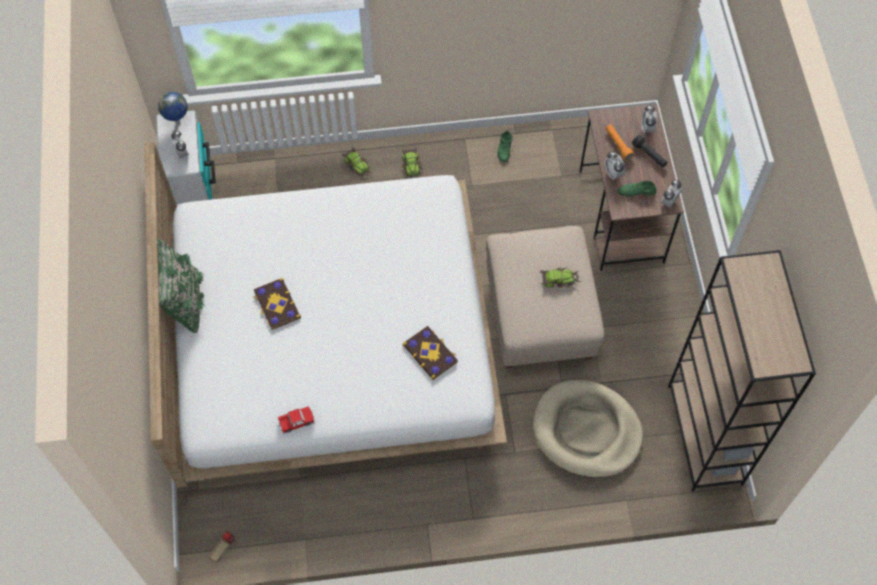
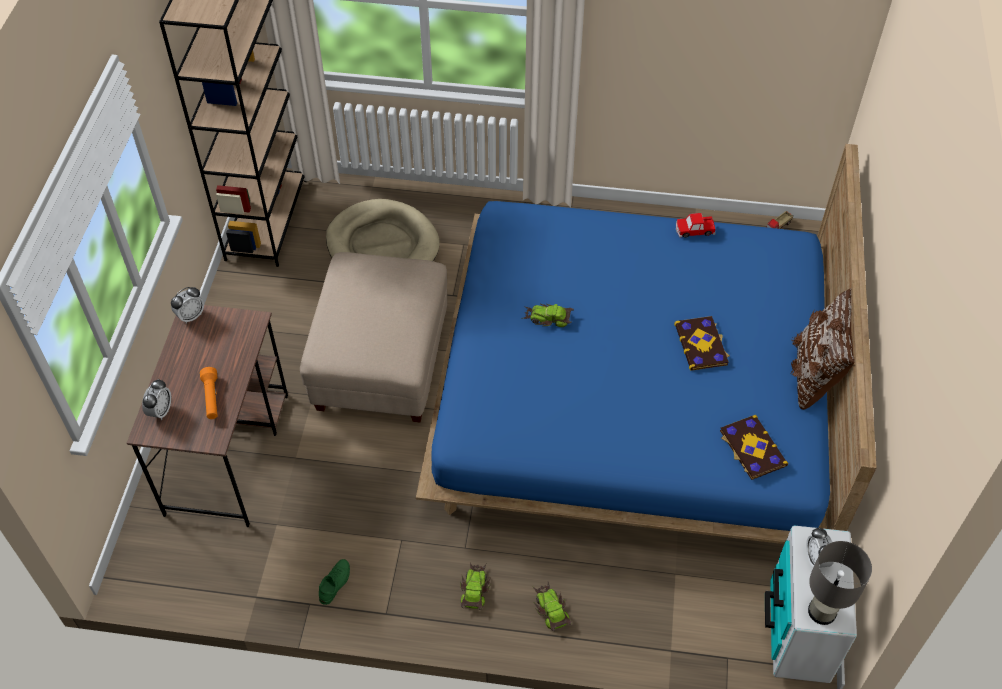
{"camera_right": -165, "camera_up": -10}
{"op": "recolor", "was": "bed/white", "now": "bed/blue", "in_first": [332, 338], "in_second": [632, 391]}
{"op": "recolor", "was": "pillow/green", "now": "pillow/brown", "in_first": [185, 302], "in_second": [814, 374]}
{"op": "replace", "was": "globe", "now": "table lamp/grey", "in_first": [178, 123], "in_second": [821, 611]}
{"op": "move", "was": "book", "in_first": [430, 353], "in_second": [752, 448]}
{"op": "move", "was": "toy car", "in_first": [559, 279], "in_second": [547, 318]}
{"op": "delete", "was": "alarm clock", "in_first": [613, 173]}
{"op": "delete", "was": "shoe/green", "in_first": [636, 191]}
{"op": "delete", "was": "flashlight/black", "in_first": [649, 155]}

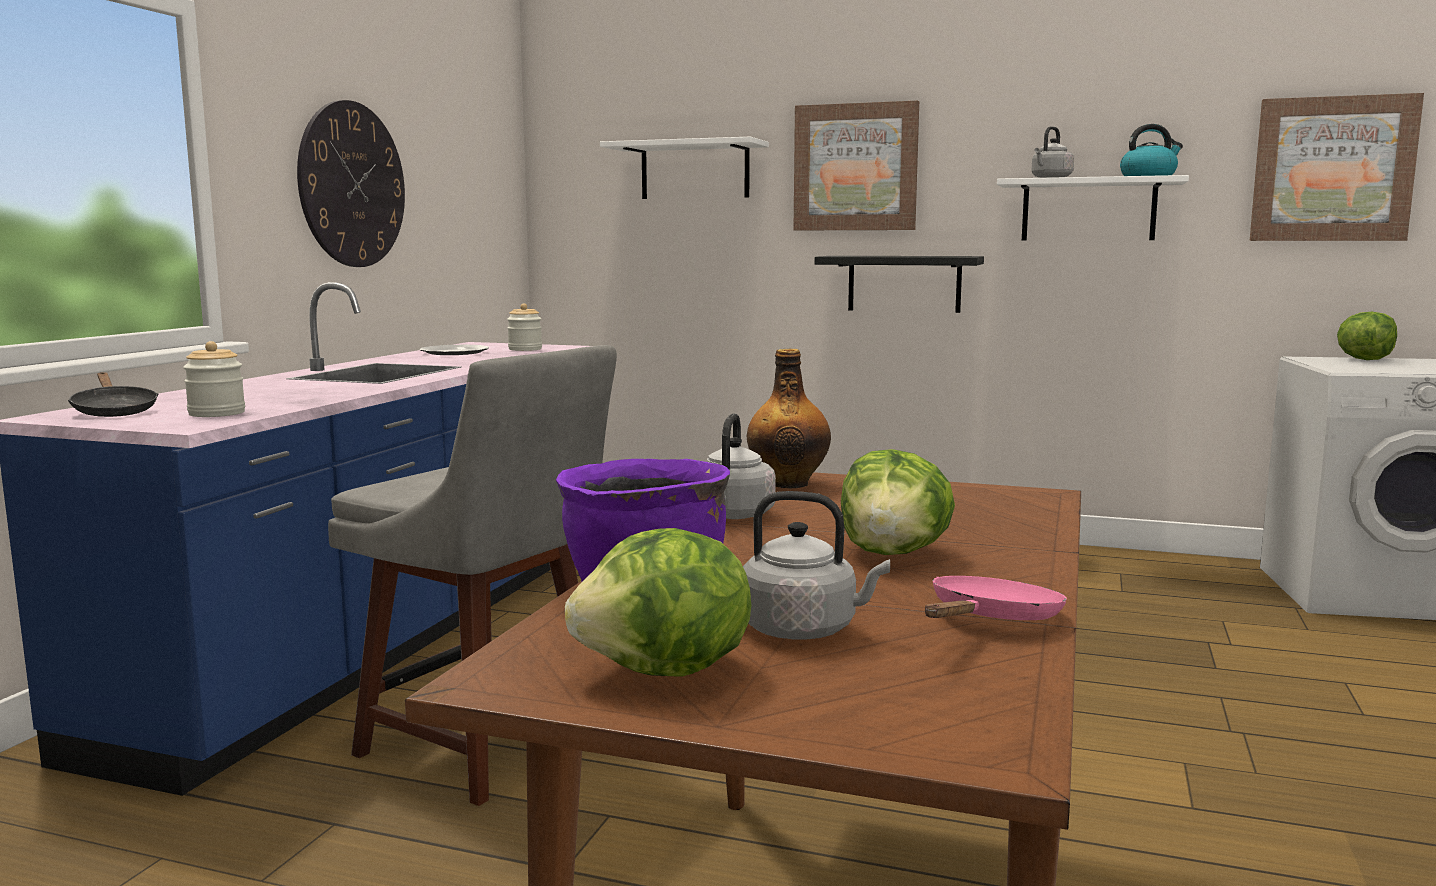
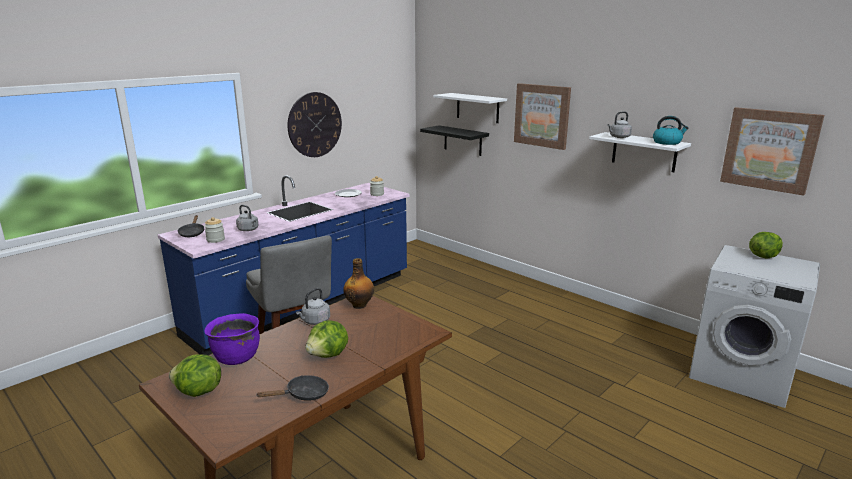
{"camera_right": 25, "camera_up": 10}
{"op": "move", "was": "kettle/grey", "in_first": [804, 630], "in_second": [249, 229]}
{"op": "move", "was": "shelf/black", "in_first": [904, 283], "in_second": [462, 140]}
{"op": "recolor", "was": "frying pan/pink", "now": "frying pan/black", "in_first": [991, 620], "in_second": [303, 395]}

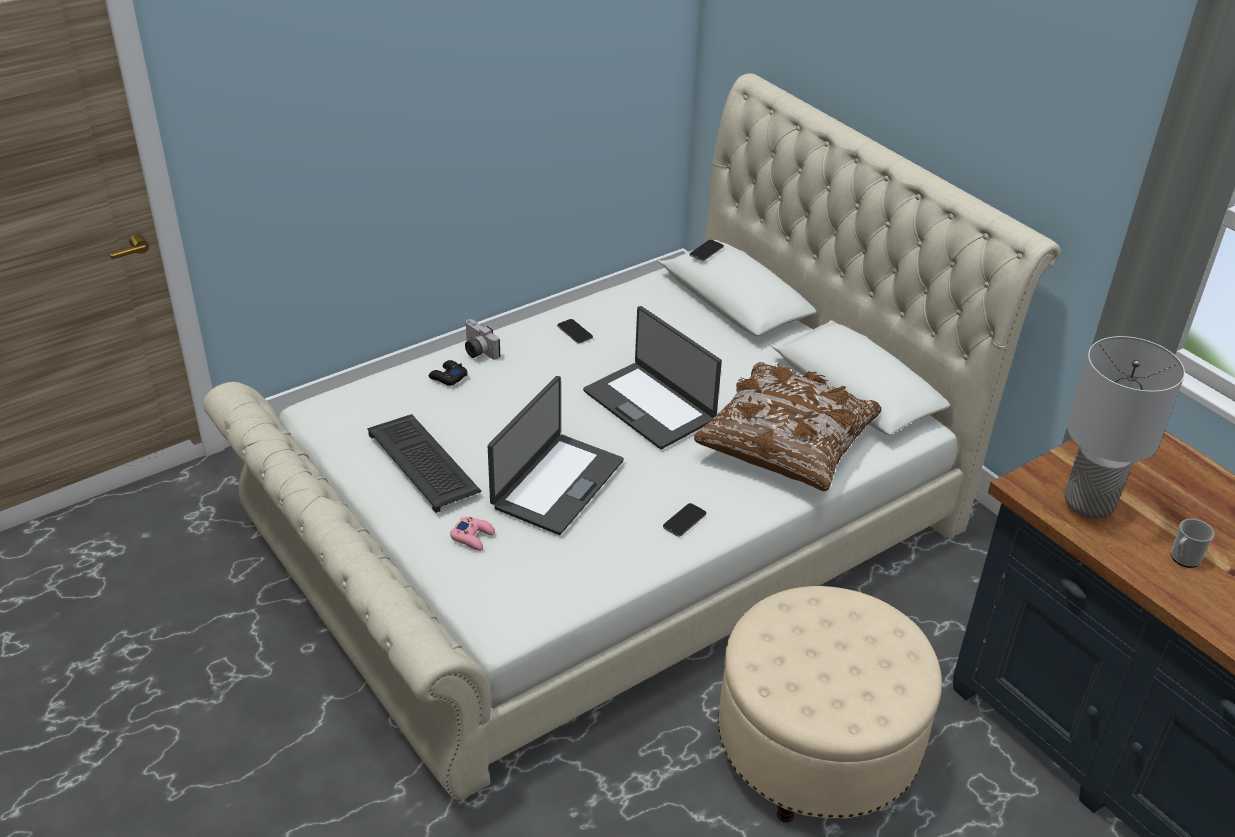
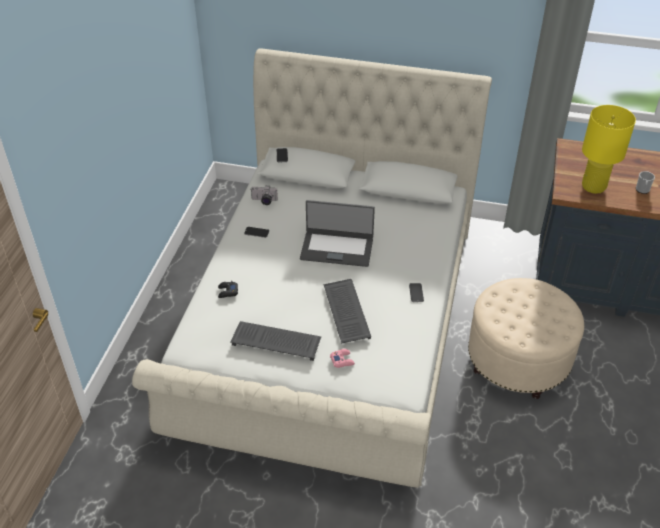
{"camera_right": -40, "camera_up": 5}
{"op": "move", "was": "photo camera", "in_first": [477, 351], "in_second": [264, 201]}
{"op": "replace", "was": "laptop", "now": "keyboard", "in_first": [556, 483], "in_second": [345, 311]}
{"op": "delete", "was": "pillow/brown", "in_first": [786, 447]}
{"op": "recolor", "was": "table lamp/grey", "now": "table lamp/yellow", "in_first": [1087, 507], "in_second": [593, 188]}

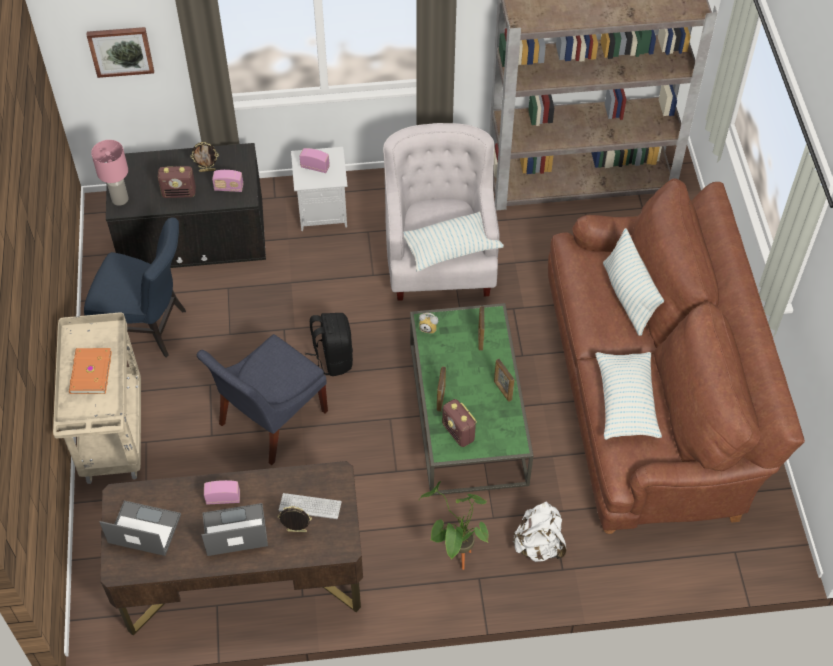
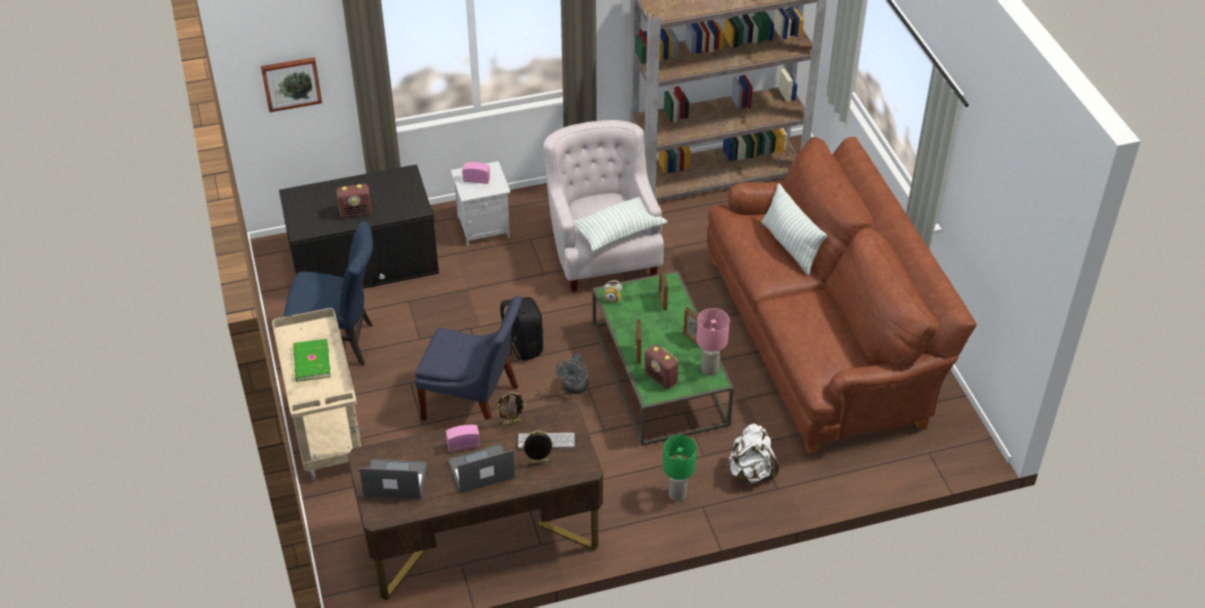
{"camera_right": -10, "camera_up": -10}
{"op": "recolor", "was": "book/orange", "now": "book/green", "in_first": [89, 373], "in_second": [311, 362]}
{"op": "move", "was": "table lamp/pink", "in_first": [119, 199], "in_second": [709, 370]}
{"op": "move", "was": "picture frame", "in_first": [207, 170], "in_second": [511, 423]}
{"op": "rotate", "was": "chair/blue", "in_first": [269, 420], "in_second": [474, 405], "clockwise": -105}
{"op": "delete", "was": "radio", "in_first": [229, 188]}
{"op": "replace", "was": "potted plant", "now": "table lamp/green", "in_first": [455, 560], "in_second": [677, 495]}
{"op": "delete", "was": "pillow", "in_first": [626, 402]}
{"op": "insert", "now": "fan/grey", "in_second": [574, 388]}

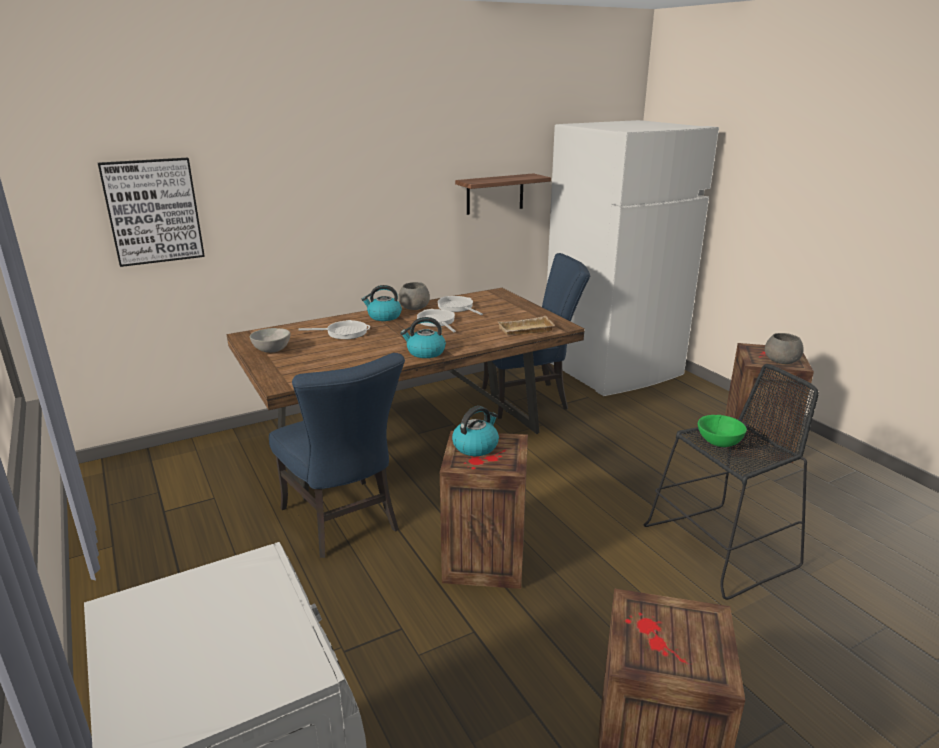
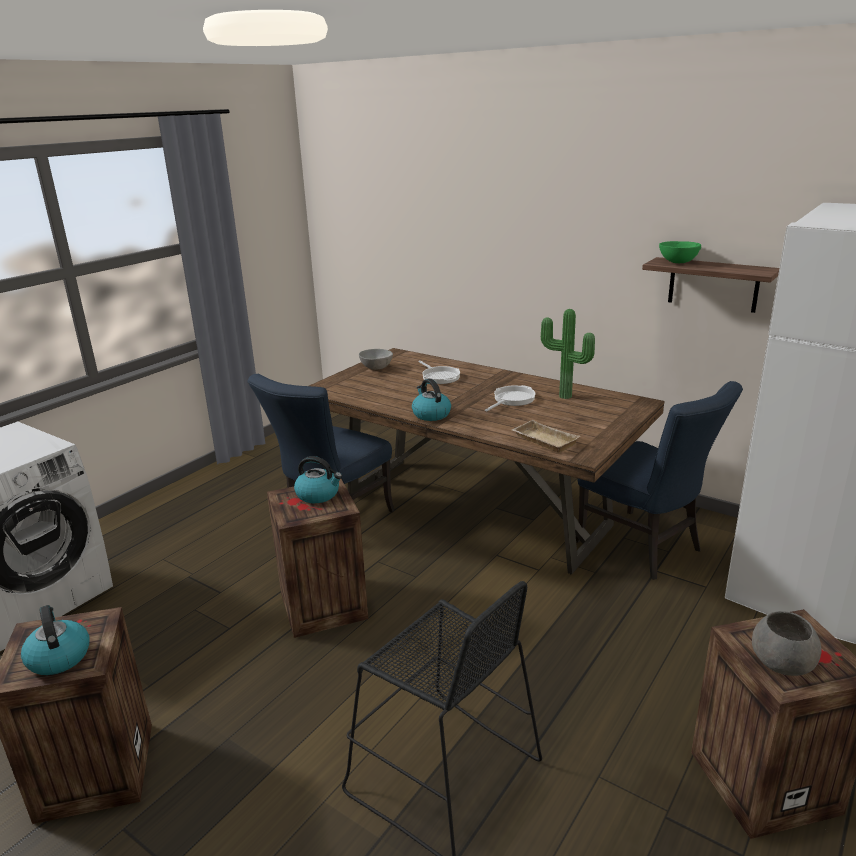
{"camera_right": 65, "camera_up": 0}
{"op": "delete", "was": "picture", "in_first": [153, 211]}
{"op": "move", "was": "kettle", "in_first": [384, 316], "in_second": [58, 657]}
{"op": "delete", "was": "bowl/grey", "in_first": [414, 307]}
{"op": "replace", "was": "frying pan", "now": "potted plant", "in_first": [457, 307], "in_second": [564, 397]}
{"op": "move", "was": "bowl/green", "in_first": [718, 443], "in_second": [677, 262]}

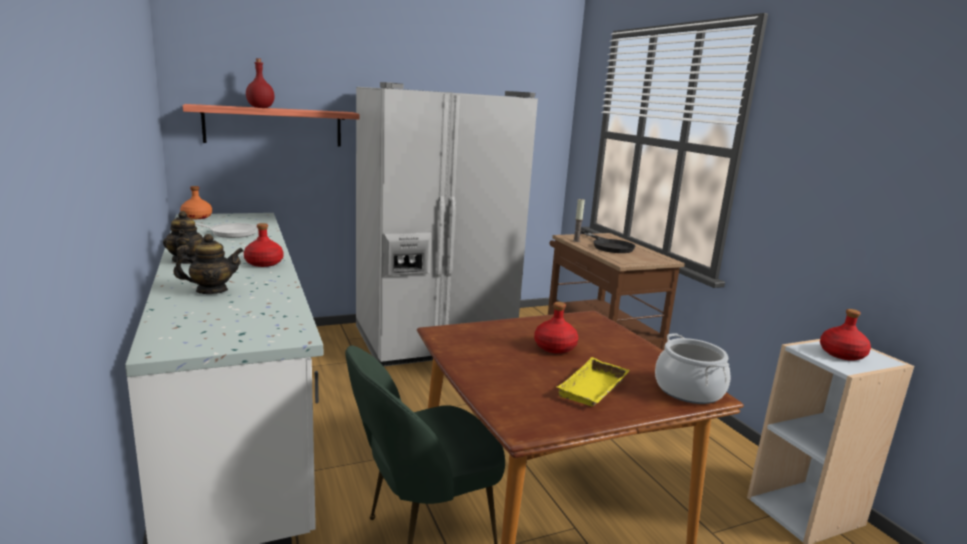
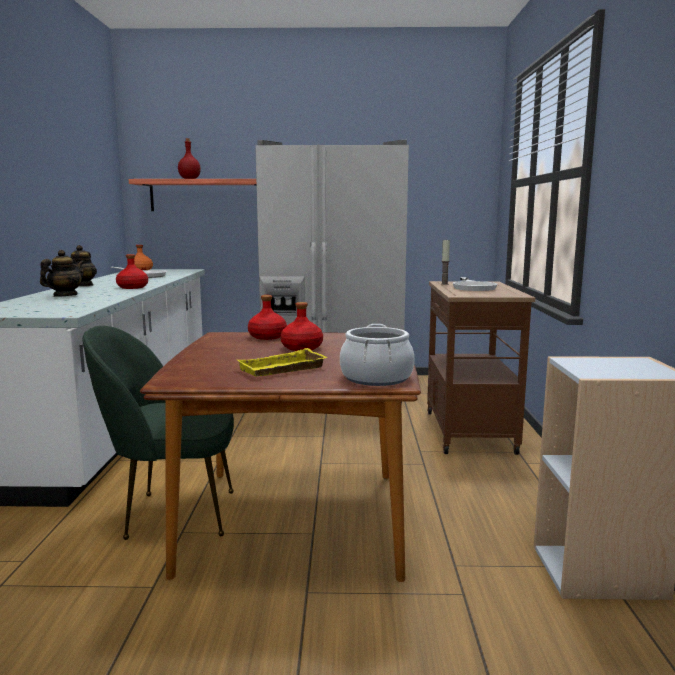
{"camera_right": 25, "camera_up": -5}
{"op": "rotate", "was": "teapot", "in_first": [211, 291], "in_second": [65, 296], "clockwise": -60}
{"op": "recolor", "was": "frying pan/black", "now": "frying pan/white", "in_first": [608, 246], "in_second": [473, 287]}
{"op": "move", "was": "bottle/red", "in_first": [842, 354], "in_second": [267, 337]}

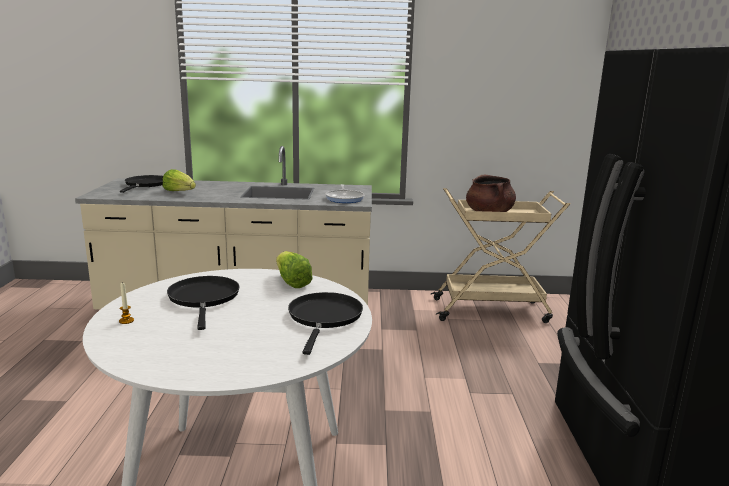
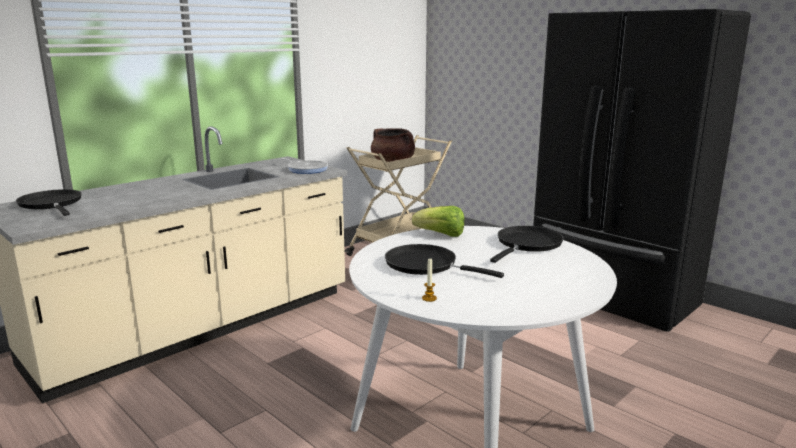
{"camera_right": -45, "camera_up": 0}
{"op": "delete", "was": "lettuce", "in_first": [179, 192]}
{"op": "rotate", "was": "frying pan/black", "in_first": [324, 318], "in_second": [527, 244], "clockwise": 75}

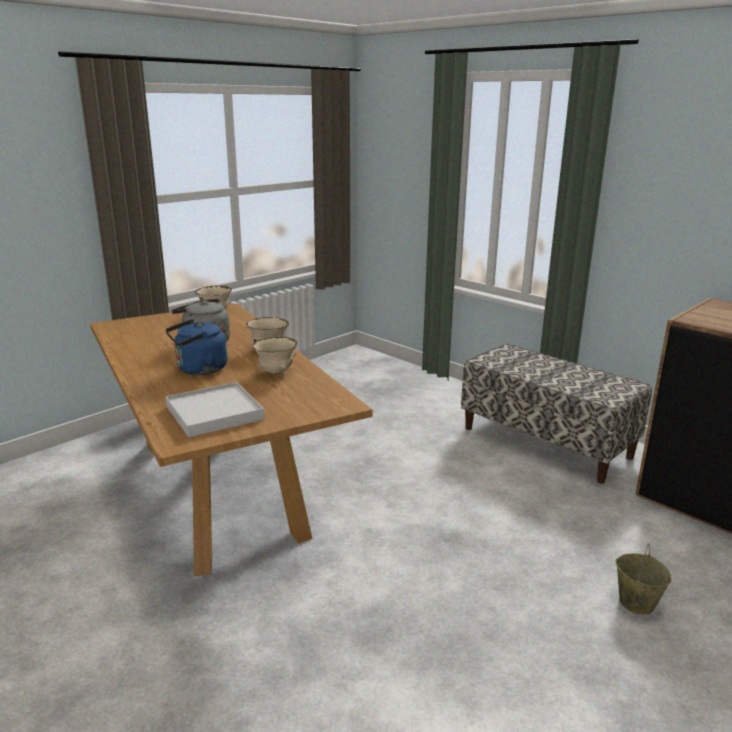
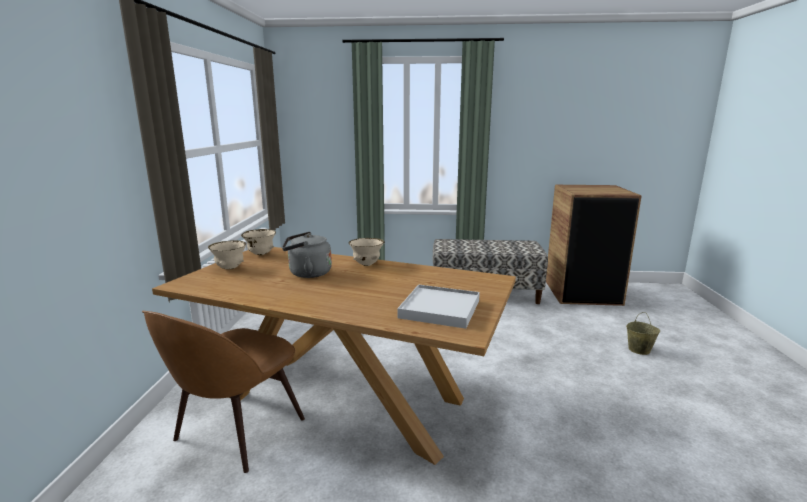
{"camera_right": -40, "camera_up": -5}
{"op": "delete", "was": "kettle/blue", "in_first": [199, 369]}
{"op": "move", "was": "bowl/beige", "in_first": [276, 372], "in_second": [230, 268]}
{"op": "insert", "now": "chair/brown", "in_second": [236, 432]}

